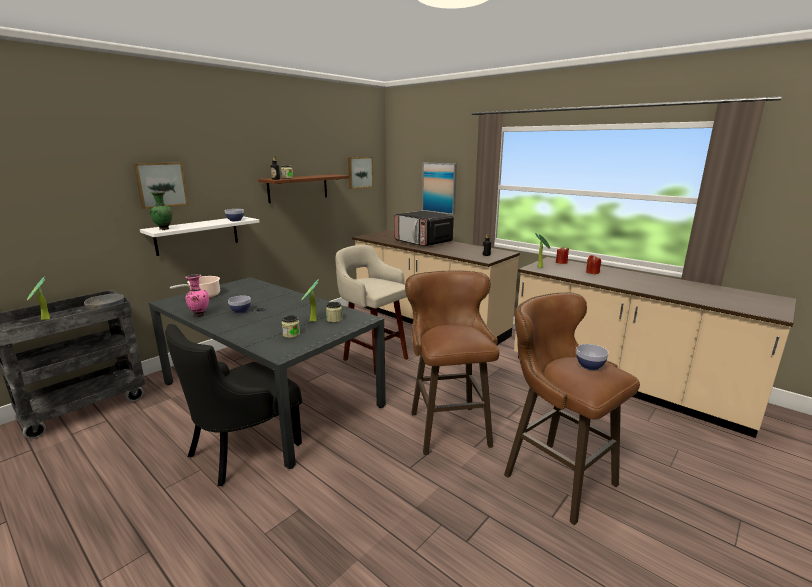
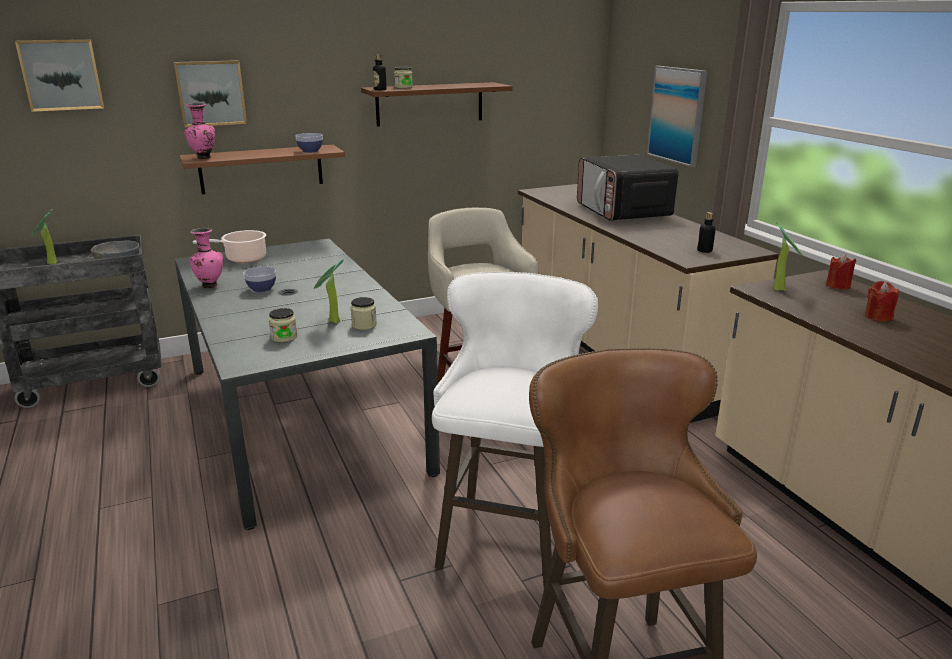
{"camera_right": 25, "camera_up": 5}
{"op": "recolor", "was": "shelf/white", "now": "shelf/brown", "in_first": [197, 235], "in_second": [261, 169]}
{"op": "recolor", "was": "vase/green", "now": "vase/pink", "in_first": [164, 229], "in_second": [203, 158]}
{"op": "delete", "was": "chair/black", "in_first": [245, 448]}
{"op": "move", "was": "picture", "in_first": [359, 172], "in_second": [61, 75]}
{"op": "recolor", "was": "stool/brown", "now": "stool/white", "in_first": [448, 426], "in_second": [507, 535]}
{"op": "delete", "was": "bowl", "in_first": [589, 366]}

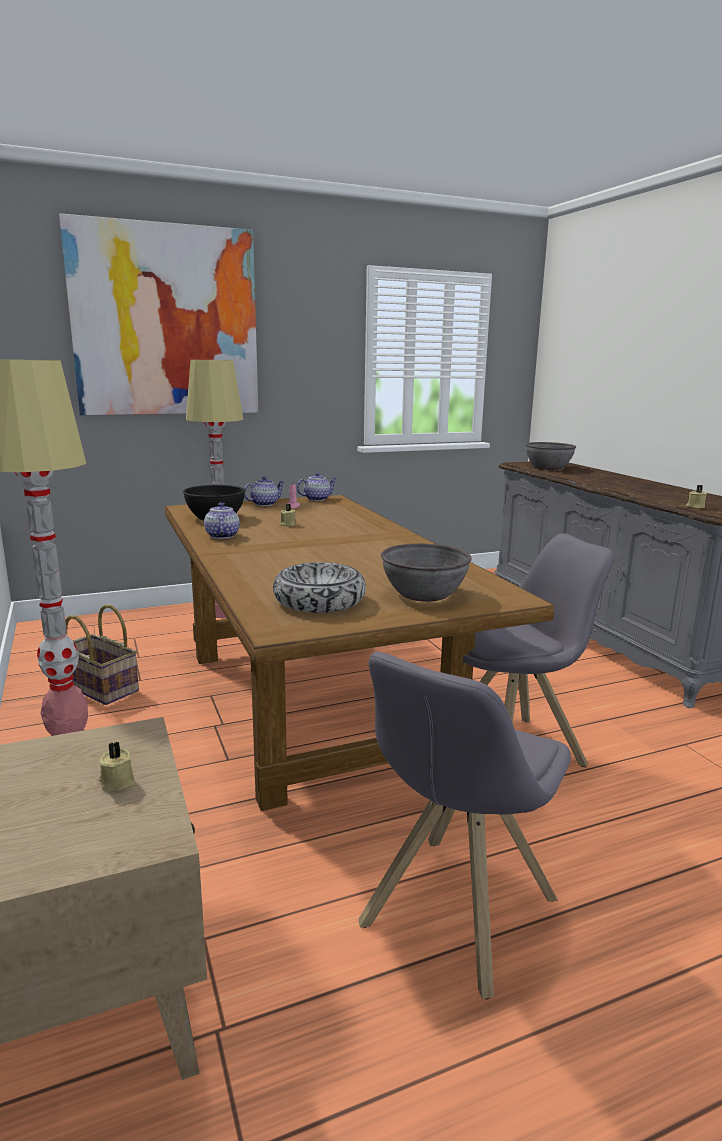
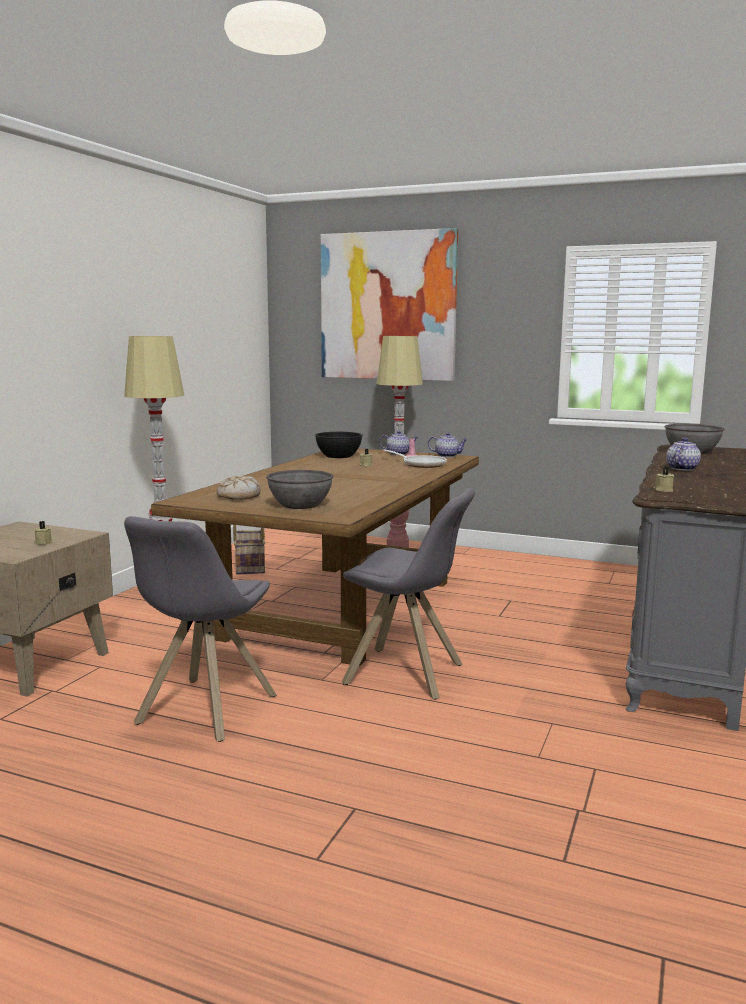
{"camera_right": 45, "camera_up": -5}
{"op": "move", "was": "teapot", "in_first": [222, 535], "in_second": [682, 468]}
{"op": "replace", "was": "bowl", "now": "bread", "in_first": [319, 601], "in_second": [238, 496]}
{"op": "rotate", "was": "chair/grey", "in_first": [456, 911], "in_second": [205, 709], "clockwise": -60}
{"op": "insert", "now": "frying pan", "in_second": [421, 464]}

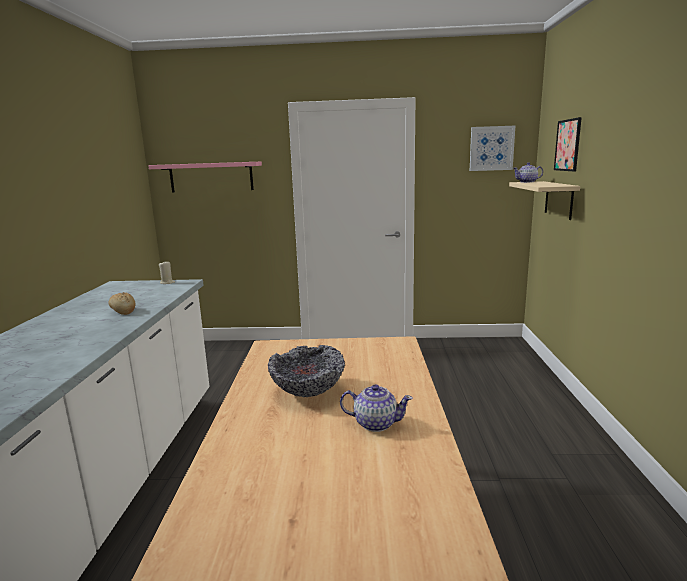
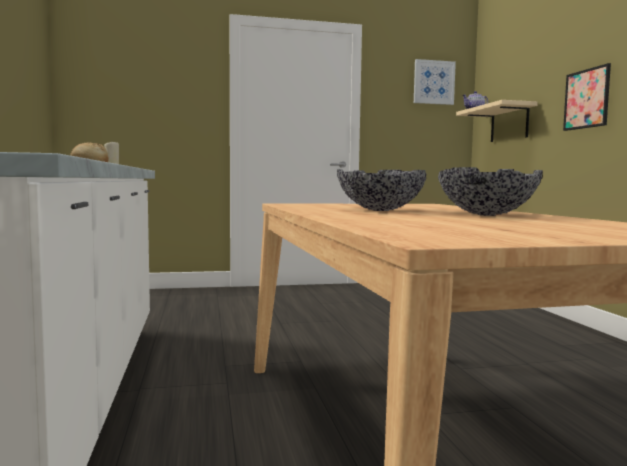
{"camera_right": -15, "camera_up": -10}
{"op": "delete", "was": "shelf/pink", "in_first": [211, 177]}
{"op": "replace", "was": "teapot", "now": "bowl", "in_first": [375, 423], "in_second": [486, 215]}
{"op": "move", "was": "picture", "in_first": [567, 145], "in_second": [586, 99]}

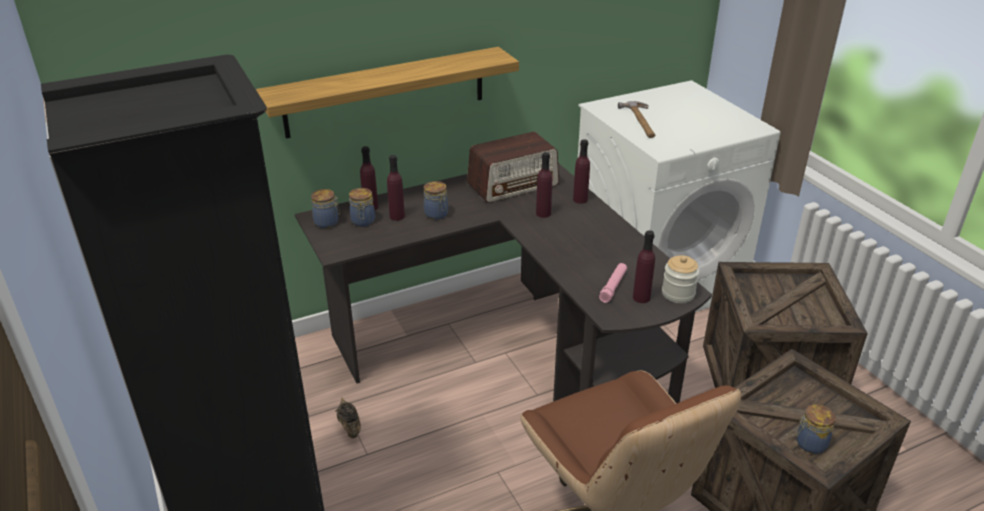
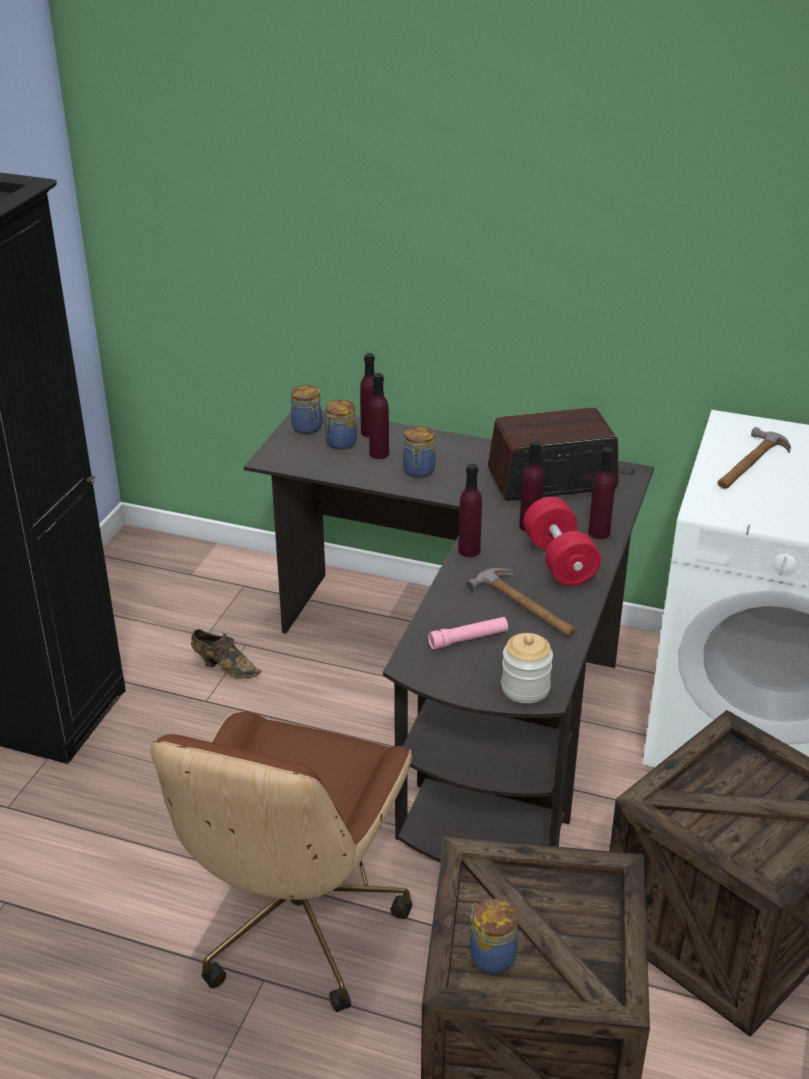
{"camera_right": 45, "camera_up": 0}
{"op": "delete", "was": "shelf", "in_first": [385, 92]}
{"op": "rotate", "was": "shoe/brown", "in_first": [349, 426], "in_second": [224, 667], "clockwise": 90}
{"op": "rotate", "was": "radio", "in_first": [513, 184], "in_second": [551, 479], "clockwise": 150}
{"op": "move", "was": "bottle/purple", "in_first": [641, 298], "in_second": [469, 550]}
{"op": "insert", "now": "hammer", "in_second": [526, 606]}
{"op": "insert", "now": "dumbbell/red", "in_second": [559, 561]}

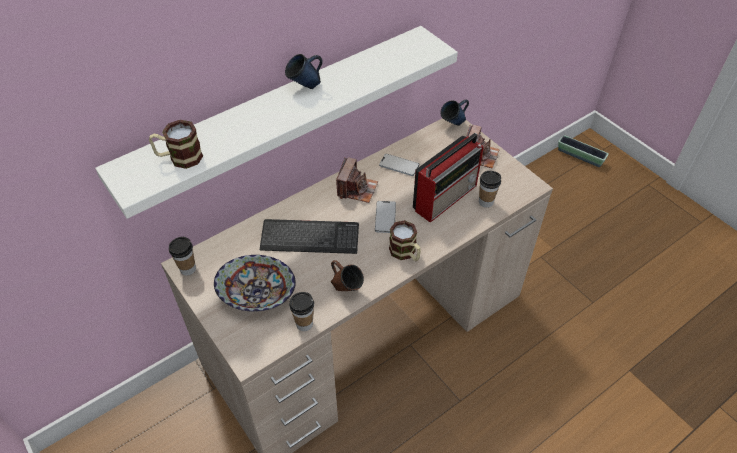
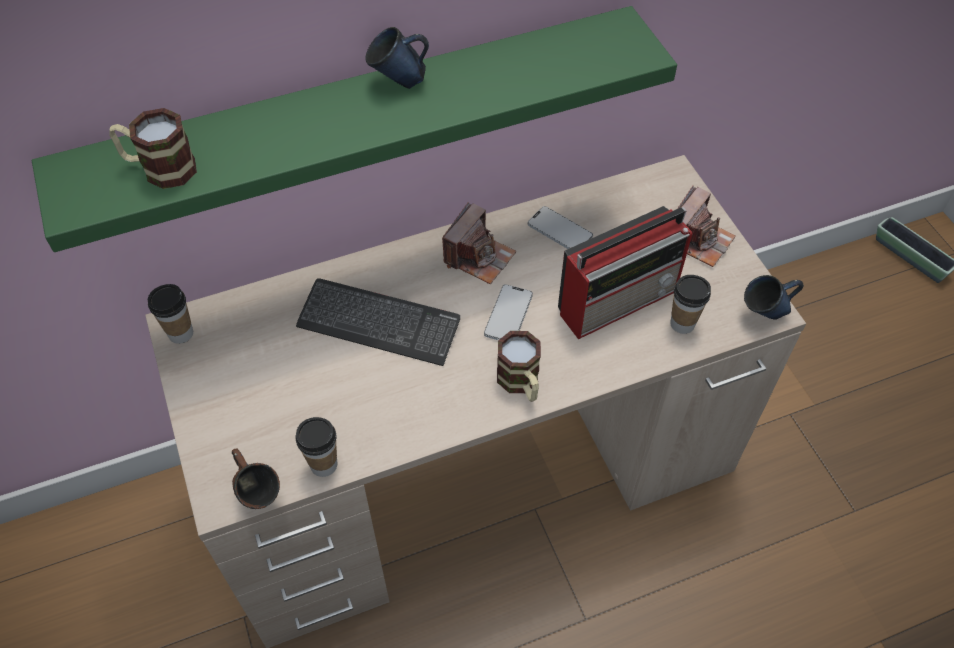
{"camera_right": 15, "camera_up": 5}
{"op": "recolor", "was": "shelf/white", "now": "shelf/green", "in_first": [279, 116], "in_second": [358, 121]}
{"op": "delete", "was": "bowl", "in_first": [257, 294]}
{"op": "move", "was": "mug/brown", "in_first": [346, 289], "in_second": [258, 496]}
{"op": "move", "was": "mug/blue", "in_first": [453, 125], "in_second": [764, 315]}

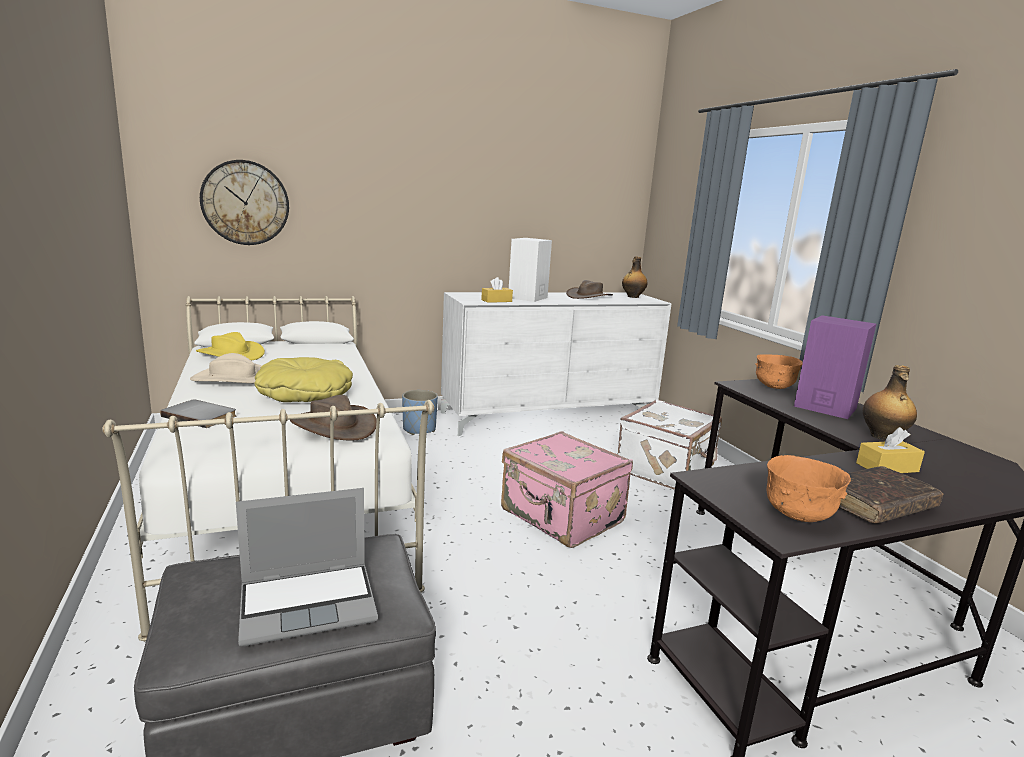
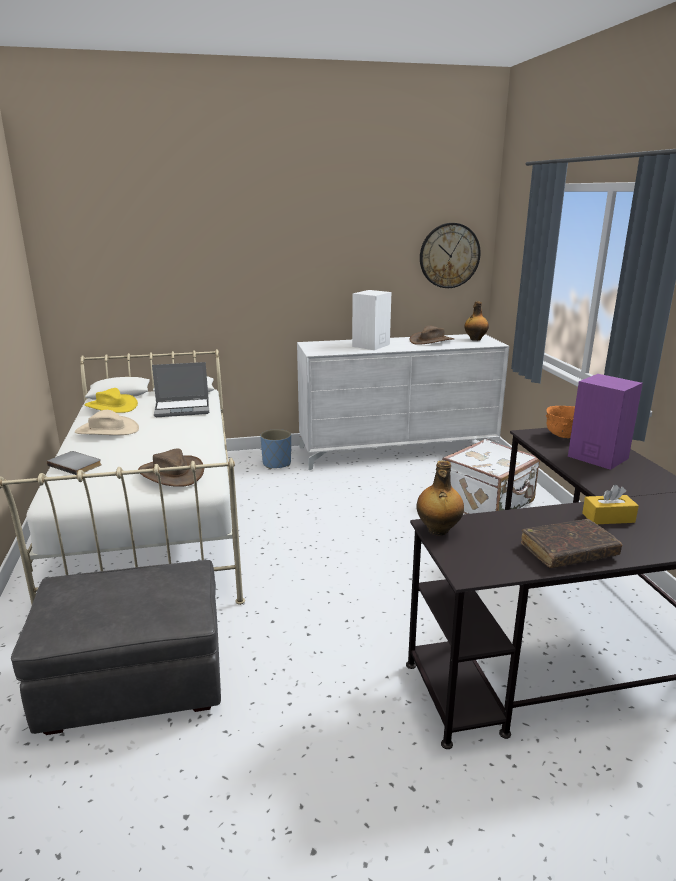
{"camera_right": 10, "camera_up": 5}
{"op": "move", "was": "wall clock", "in_first": [245, 203], "in_second": [449, 255]}
{"op": "move", "was": "laptop", "in_first": [309, 603], "in_second": [183, 409]}
{"op": "delete", "was": "pillow/yellow", "in_first": [306, 393]}
{"op": "delete", "was": "tissue box/yellow", "in_first": [496, 301]}
{"op": "delete", "was": "suitcase/pink", "in_first": [561, 517]}
{"op": "delete", "was": "bowl/orange", "in_first": [797, 516]}
{"op": "move", "was": "bottle", "in_first": [882, 437], "in_second": [438, 530]}

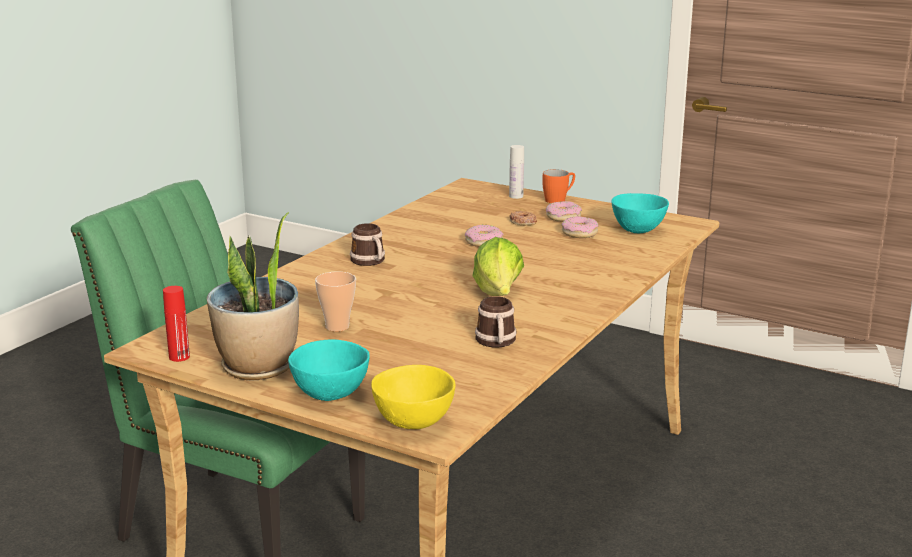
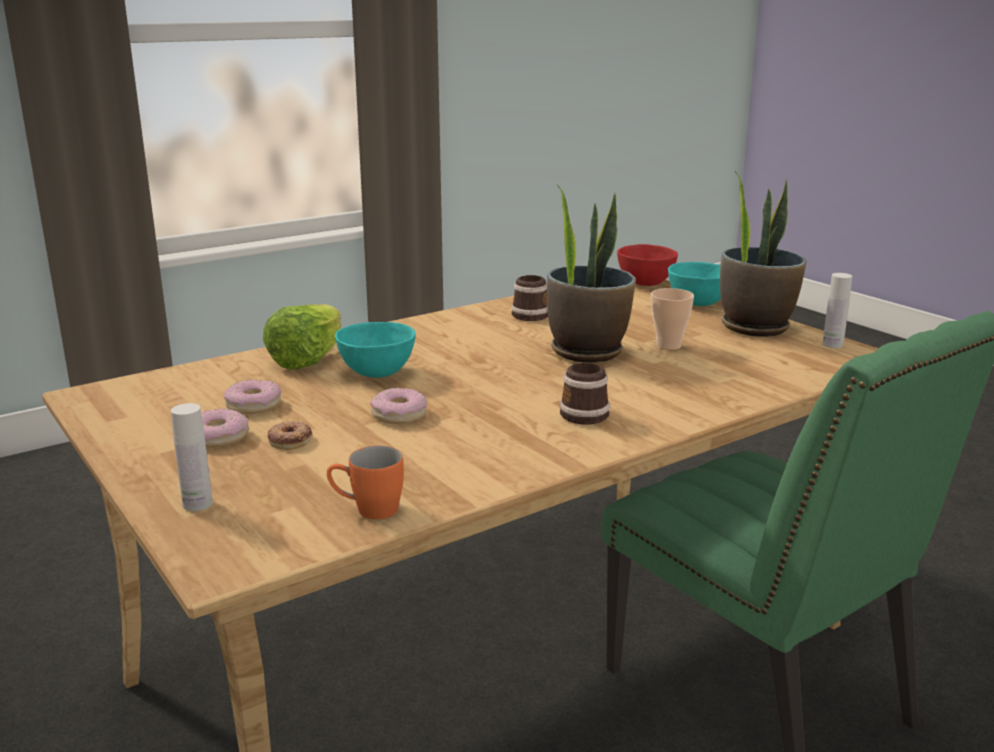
{"camera_right": -155, "camera_up": 0}
{"op": "recolor", "was": "bottle/red", "now": "bottle/white", "in_first": [179, 357], "in_second": [832, 344]}
{"op": "recolor", "was": "bowl/yellow", "now": "bowl/red", "in_first": [414, 423], "in_second": [645, 283]}
{"op": "move", "was": "lettuce", "in_first": [498, 295], "in_second": [308, 360]}
{"op": "move", "was": "mug/orange", "in_first": [559, 199], "in_second": [367, 510]}
{"op": "move", "was": "bowl/turquoise", "in_first": [639, 230], "in_second": [376, 373]}
{"op": "insert", "now": "potted plant", "in_second": [587, 351]}

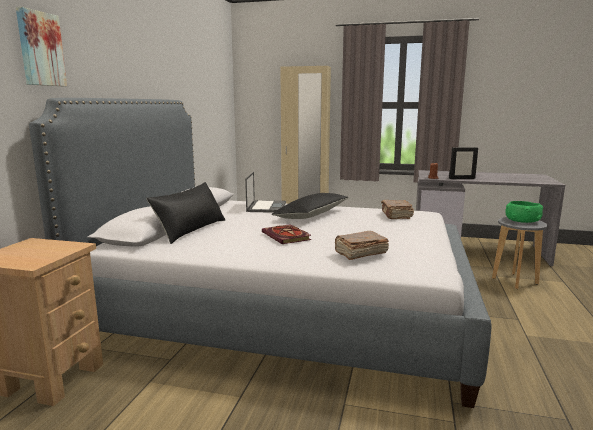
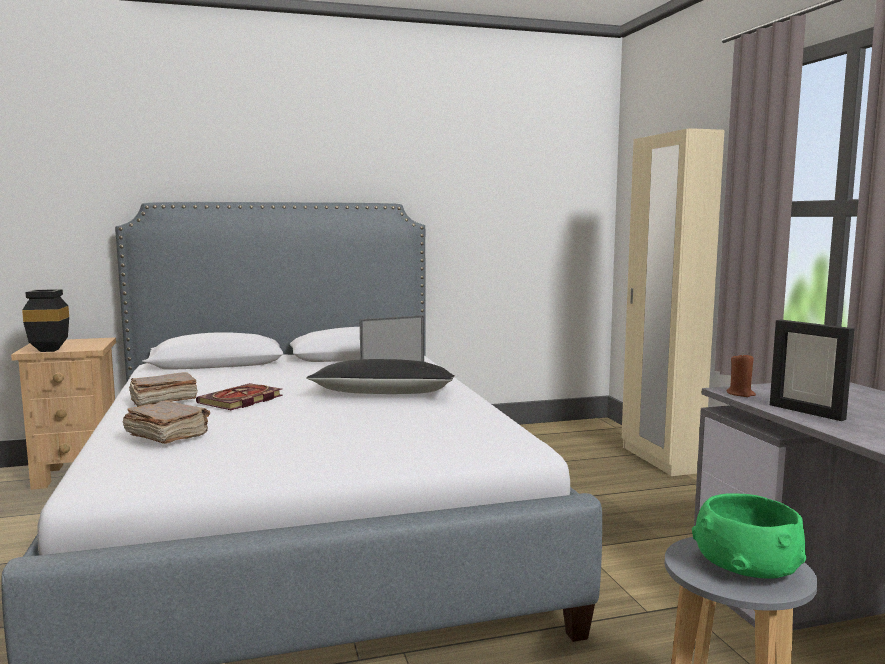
{"camera_right": 60, "camera_up": -5}
{"op": "delete", "was": "picture", "in_first": [40, 49]}
{"op": "delete", "was": "pillow/black", "in_first": [190, 230]}
{"op": "move", "was": "book/brown", "in_first": [396, 215], "in_second": [163, 401]}
{"op": "insert", "now": "vase/black", "in_second": [47, 351]}

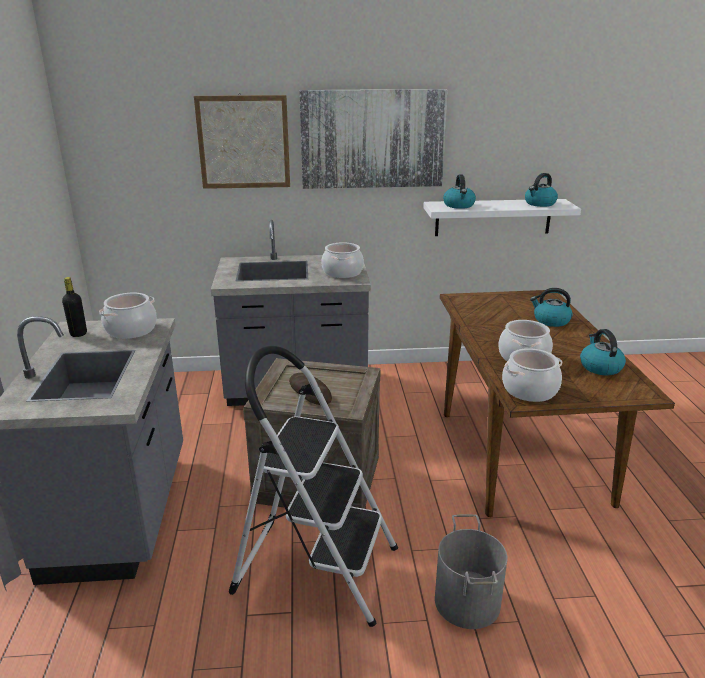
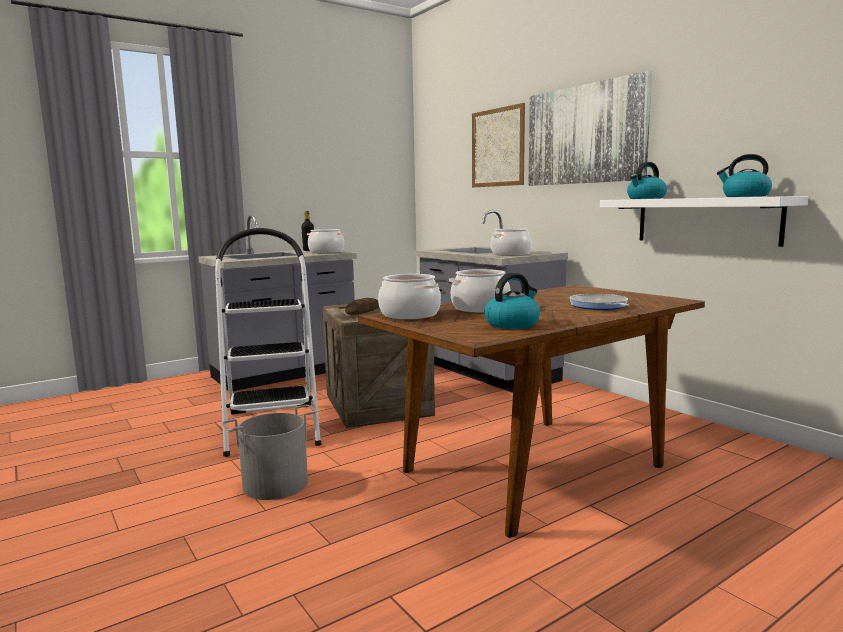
{"camera_right": 60, "camera_up": -15}
{"op": "replace", "was": "kettle", "now": "frying pan", "in_first": [550, 320], "in_second": [599, 306]}

